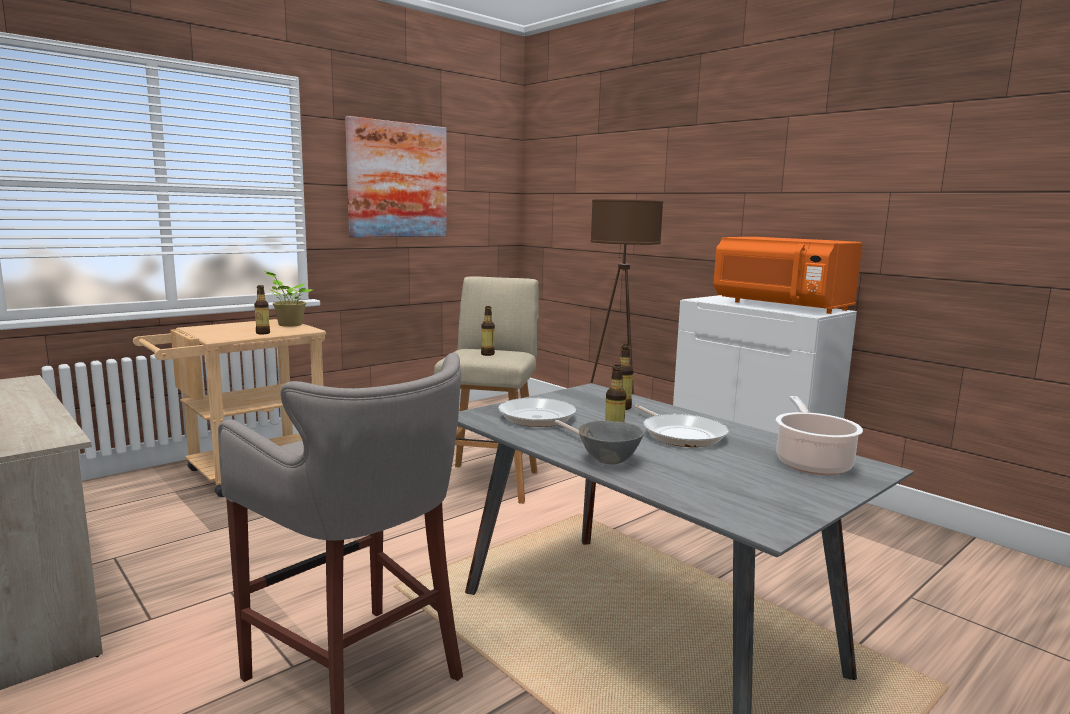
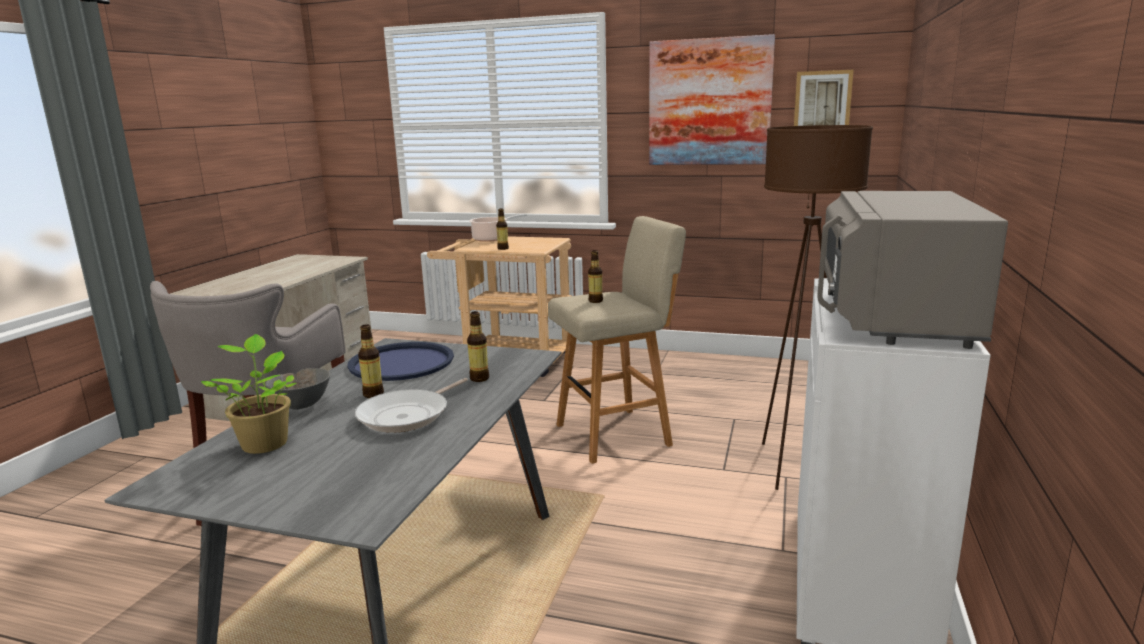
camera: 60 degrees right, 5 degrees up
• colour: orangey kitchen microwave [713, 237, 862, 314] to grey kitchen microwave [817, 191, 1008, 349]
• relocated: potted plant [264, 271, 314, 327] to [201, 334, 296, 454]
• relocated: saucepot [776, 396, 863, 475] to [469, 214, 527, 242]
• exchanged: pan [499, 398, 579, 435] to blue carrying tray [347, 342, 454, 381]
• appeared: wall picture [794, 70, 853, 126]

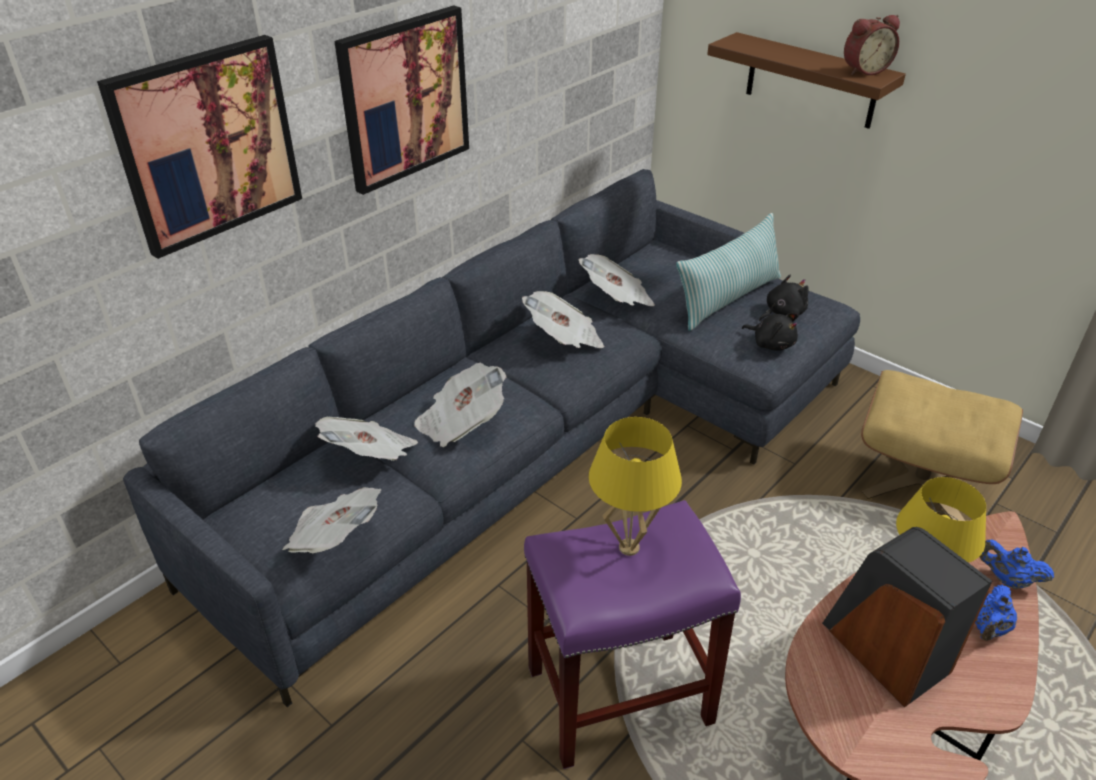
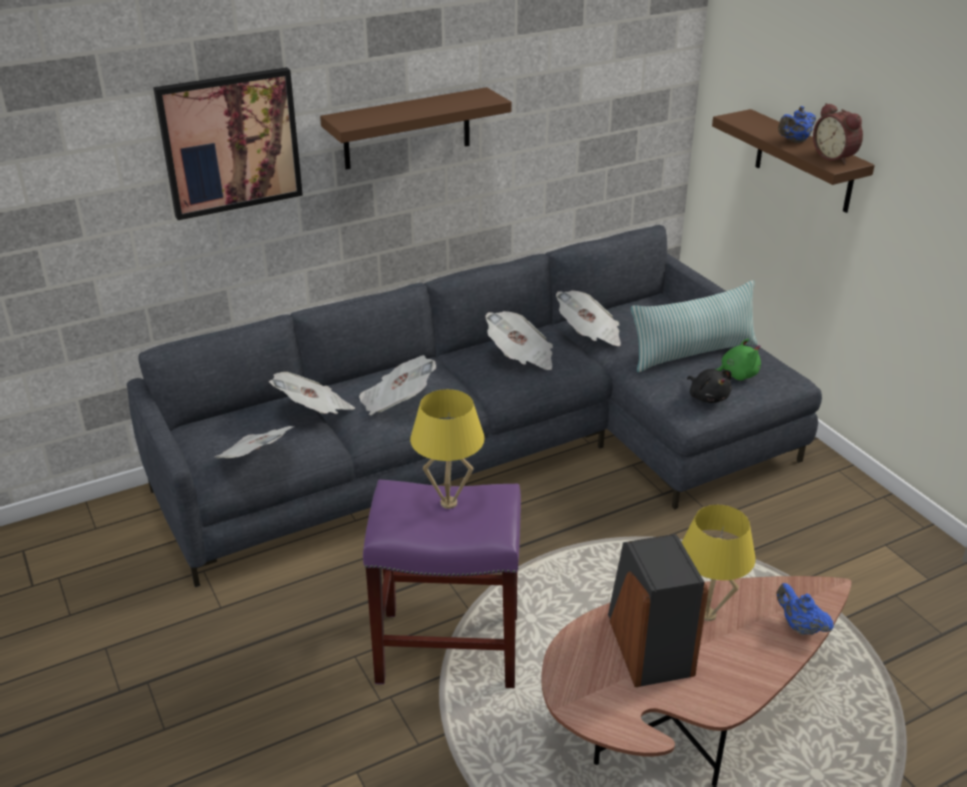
camera: 20 degrees right, 5 degrees down
• exchanged: wall picture [334, 5, 469, 195] to brown shelf [320, 87, 512, 170]
• spun: bedside clock [844, 15, 900, 75] = [813, 103, 863, 164] 60 degrees clockwise
• colour: blackish cuddly toy [759, 274, 809, 321] to greenish cuddly toy [716, 338, 761, 381]
• missing: beige-coloured footrest [861, 370, 1023, 521]
• relocated: blue pot for tea [975, 585, 1017, 641] to [778, 106, 816, 143]

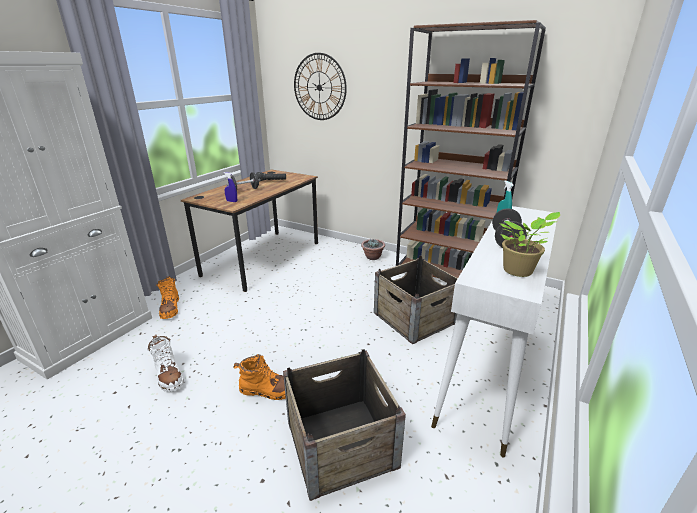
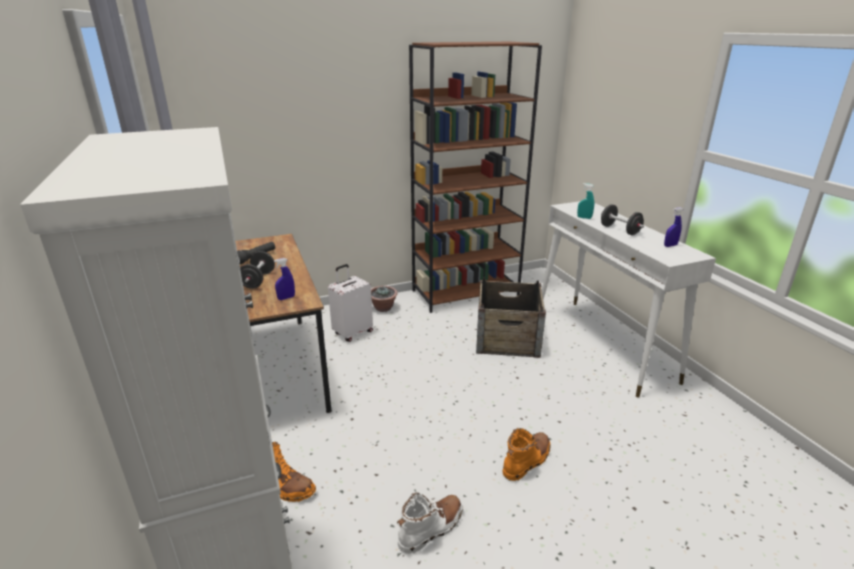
camera: 50 degrees left, 0 degrees up
• missing: hanging clock [294, 53, 347, 120]
• exchanged: potted plant [499, 212, 560, 277] to blue sprayer [664, 207, 683, 247]
• spun: white tall boot [148, 335, 184, 392] = [396, 492, 463, 554] 45 degrees counterclockwise
• missing: shipping crate [283, 349, 406, 501]
• appeared: white piece of luggage [328, 264, 373, 342]

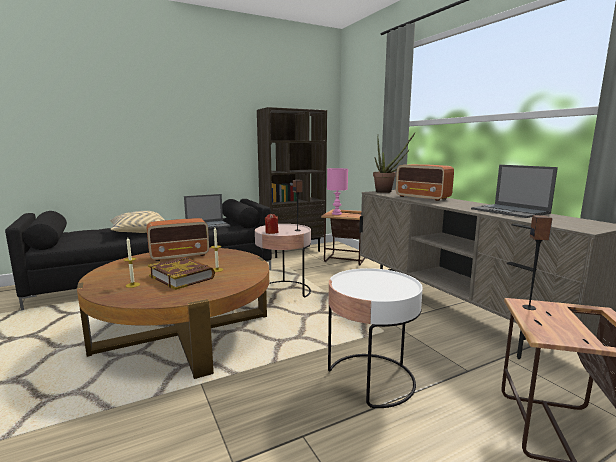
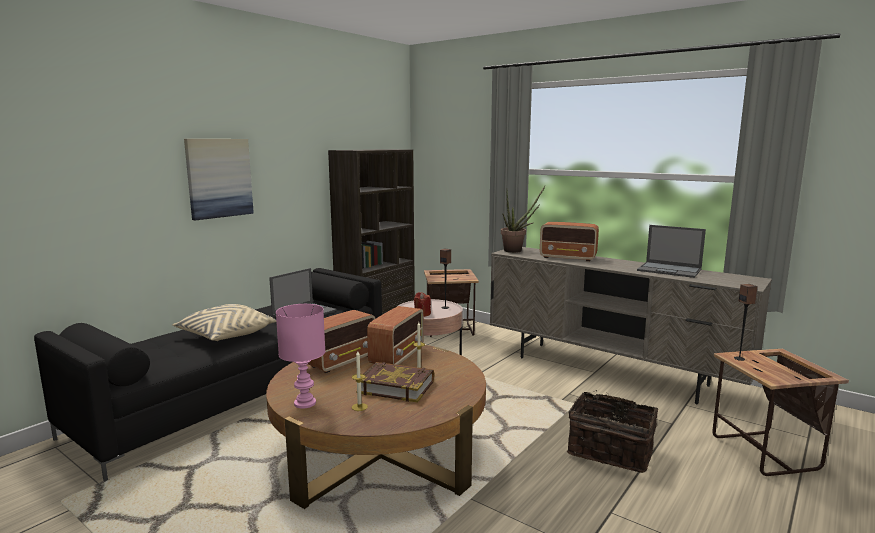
camera: 25 degrees left, 0 degrees up
• relocated: pinkish table lamp [327, 168, 348, 215] to [276, 304, 325, 409]
• exchanged: white side table [328, 268, 423, 409] to storage basket [567, 390, 658, 473]
• appeared: wall picture [184, 139, 254, 220]
• appeared: radio [367, 306, 424, 365]

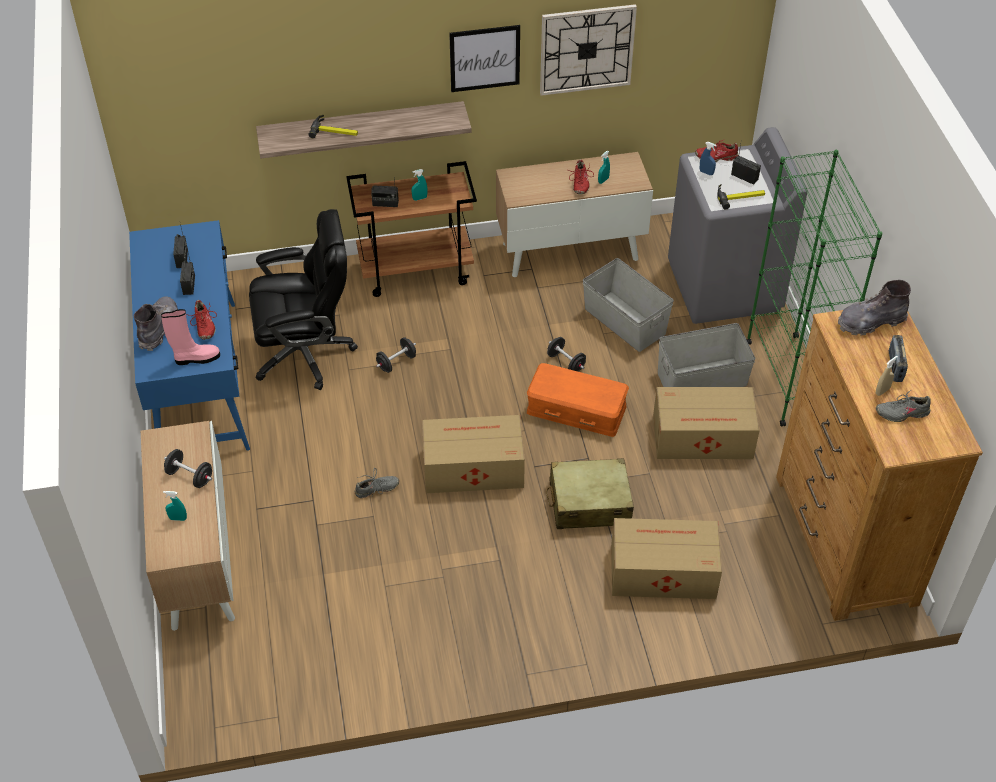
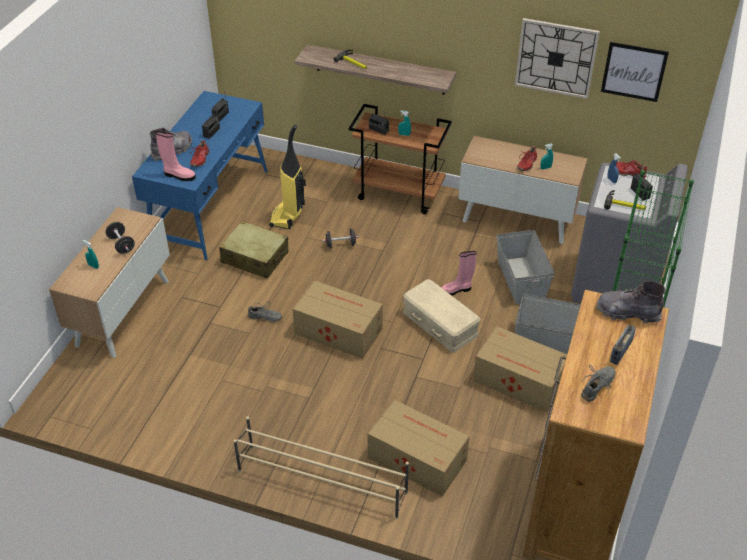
camera: 30 degrees right, 5 degrees down
• relocated: wall picture [449, 25, 520, 92] to [601, 42, 669, 102]
• exchanged: blackish desk chair [249, 209, 358, 390] to vacuum cleaner [269, 125, 306, 229]
• exchanged: blackish dumbbell [547, 337, 586, 371] to pinkish tall boot [441, 251, 476, 296]
• missing: beige-coloured sprayer [876, 356, 898, 396]
• colour: orangey storage container [527, 363, 629, 437] to beige-coloured storage container [403, 279, 480, 353]
• spun: grey item of footwear [876, 390, 931, 422] = [581, 365, 616, 402] 105 degrees clockwise
• relocated: beige-coloured piece of luggage [546, 458, 634, 529] to [219, 221, 288, 279]
• appeared: beige-coloured shoe rack [234, 417, 409, 519]

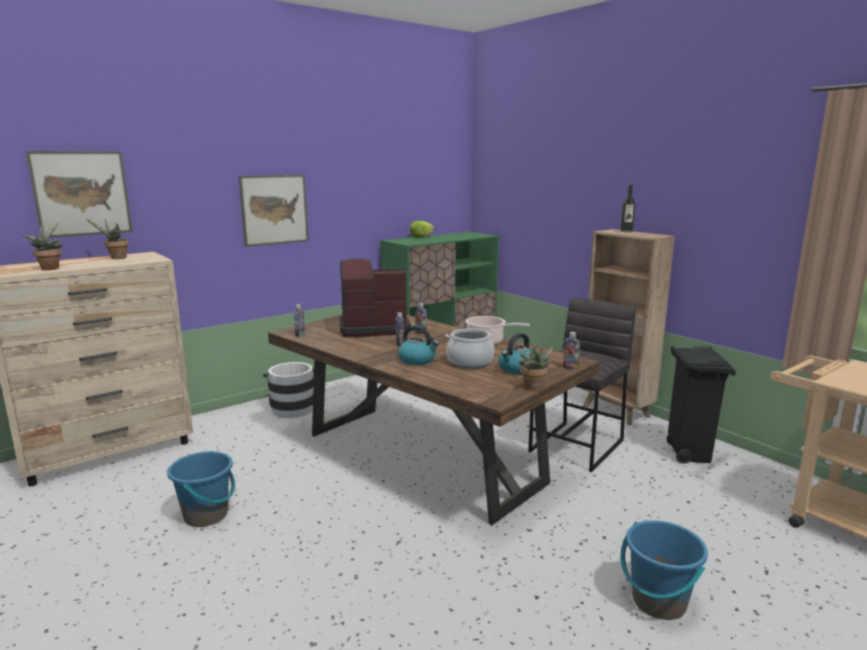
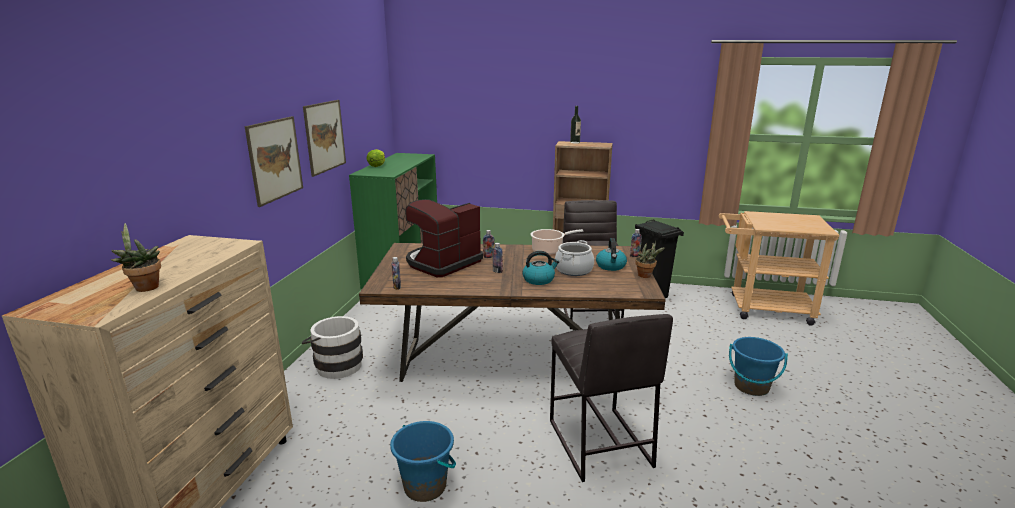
camera: 40 degrees left, 5 degrees up
• relocated: wall picture [26, 151, 133, 238] to [303, 100, 346, 177]
• missing: potted plant [87, 219, 129, 259]
• appeared: grey stool seat [550, 314, 673, 482]

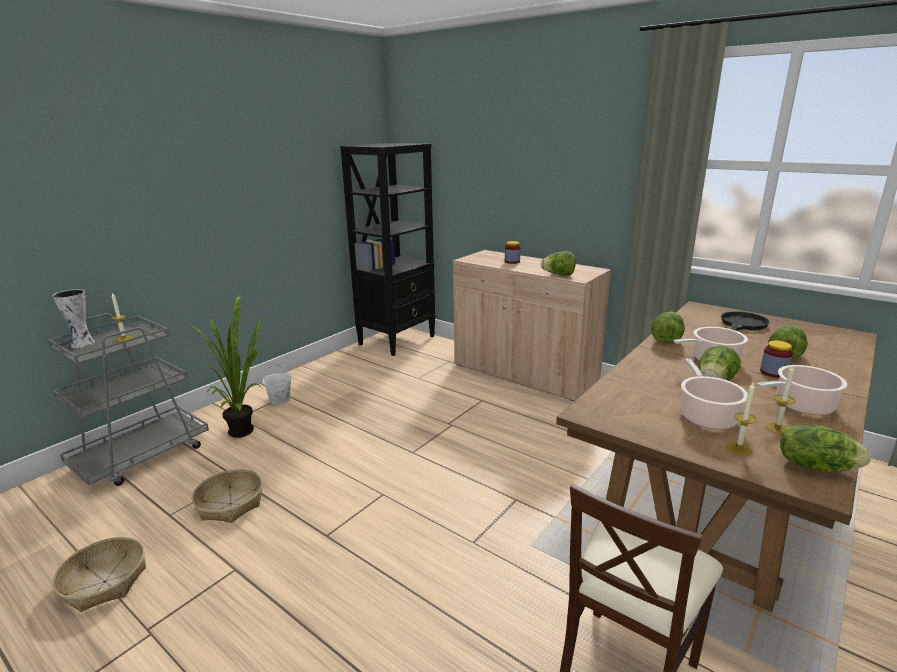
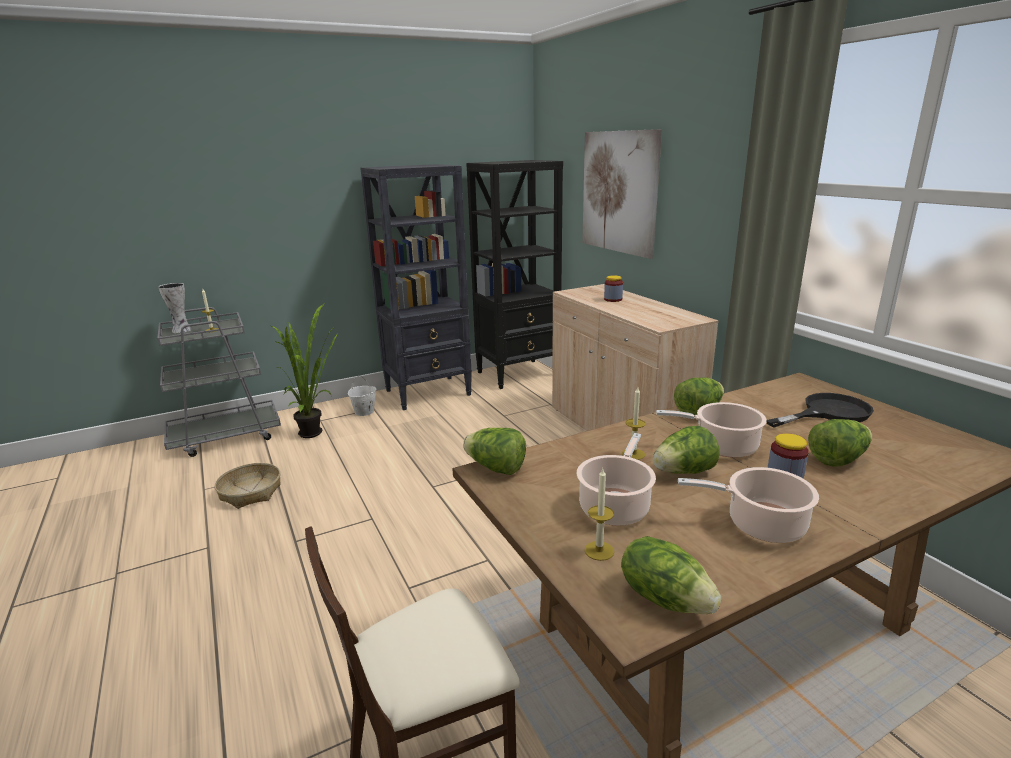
camera: 25 degrees right, 0 degrees up
• relocated: head of lettuce [541, 251, 575, 275] to [463, 428, 526, 475]
• relocated: wax candle [765, 366, 795, 434] to [622, 387, 645, 460]
• missing: storage basket [52, 537, 146, 612]
• appeared: wall picture [582, 129, 662, 259]
• appeared: blackish bookshelf [360, 164, 472, 410]

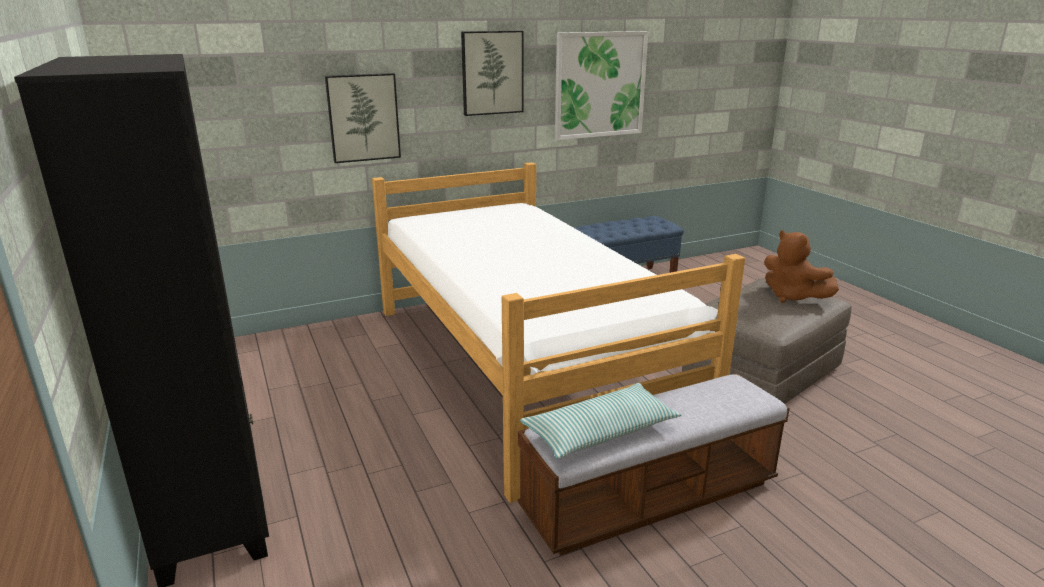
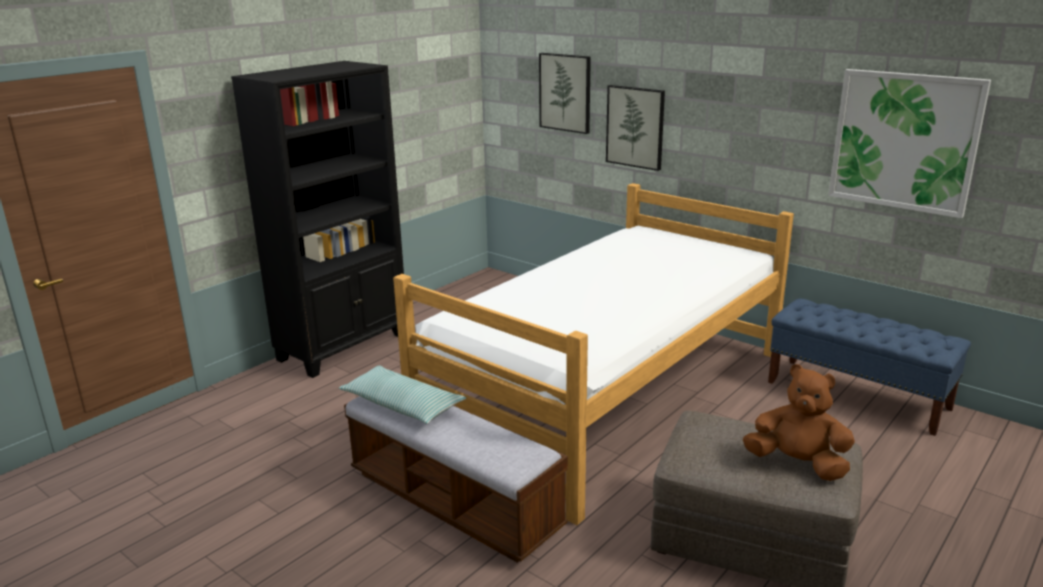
camera: 65 degrees right, 0 degrees up
• relocated: wall picture [461, 31, 524, 116] to [539, 53, 591, 134]
• spun: brown cuddly toy [764, 230, 839, 303] = [743, 364, 855, 481] 90 degrees clockwise

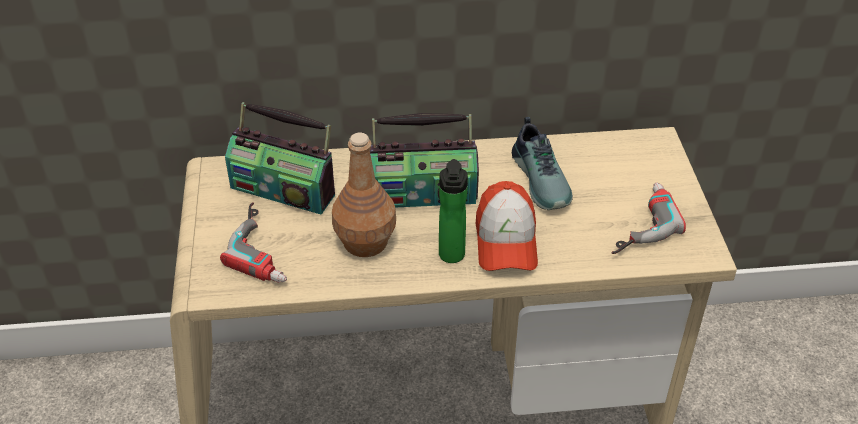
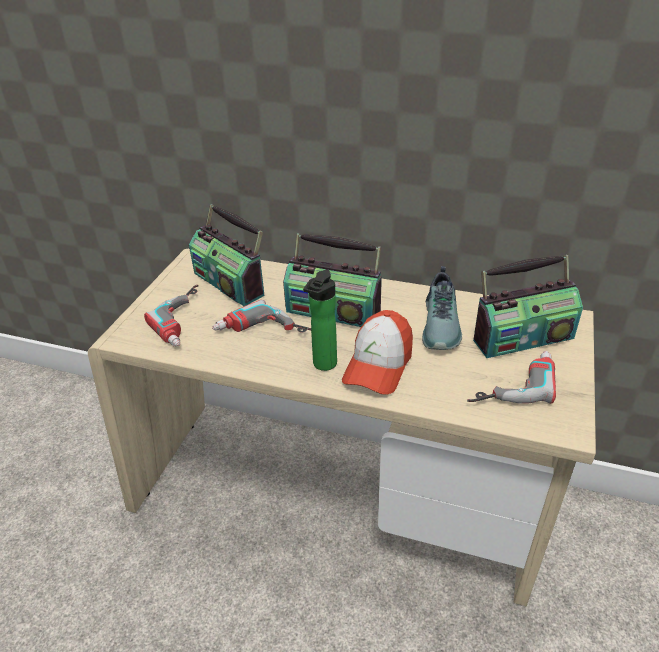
camera: 25 degrees right, 5 degrees down
• exchanged: brown bottle [332, 133, 396, 257] to drill [212, 300, 311, 332]
• appeared: radio [473, 255, 583, 358]

